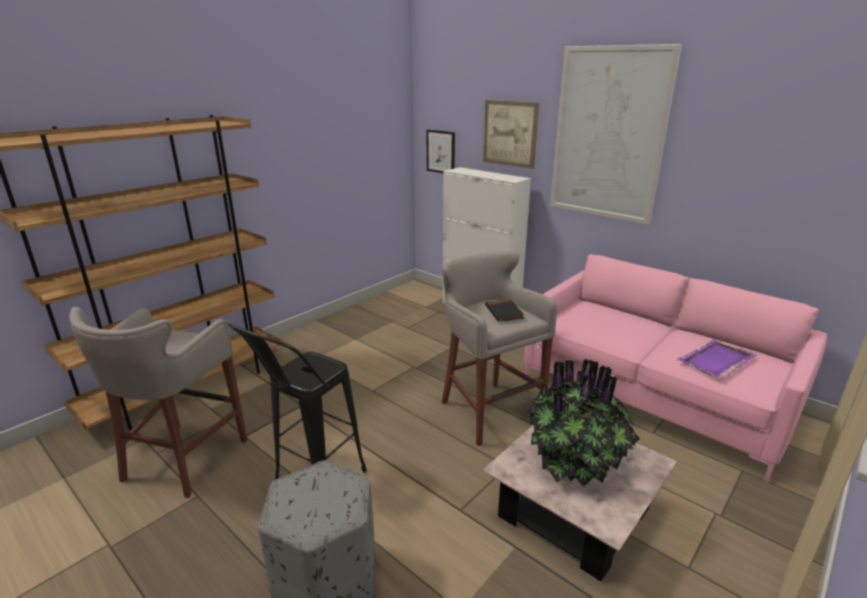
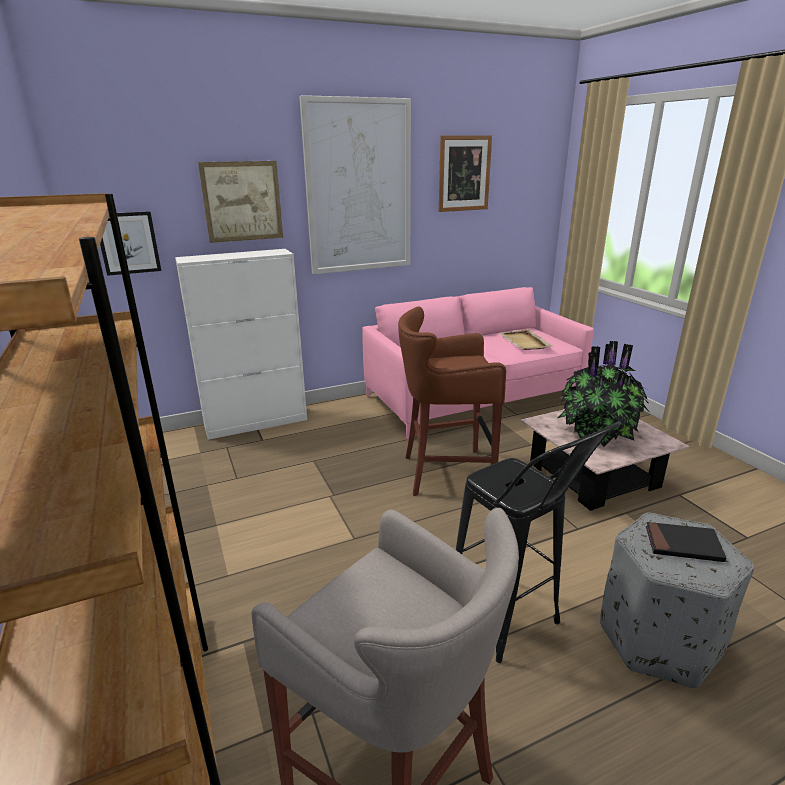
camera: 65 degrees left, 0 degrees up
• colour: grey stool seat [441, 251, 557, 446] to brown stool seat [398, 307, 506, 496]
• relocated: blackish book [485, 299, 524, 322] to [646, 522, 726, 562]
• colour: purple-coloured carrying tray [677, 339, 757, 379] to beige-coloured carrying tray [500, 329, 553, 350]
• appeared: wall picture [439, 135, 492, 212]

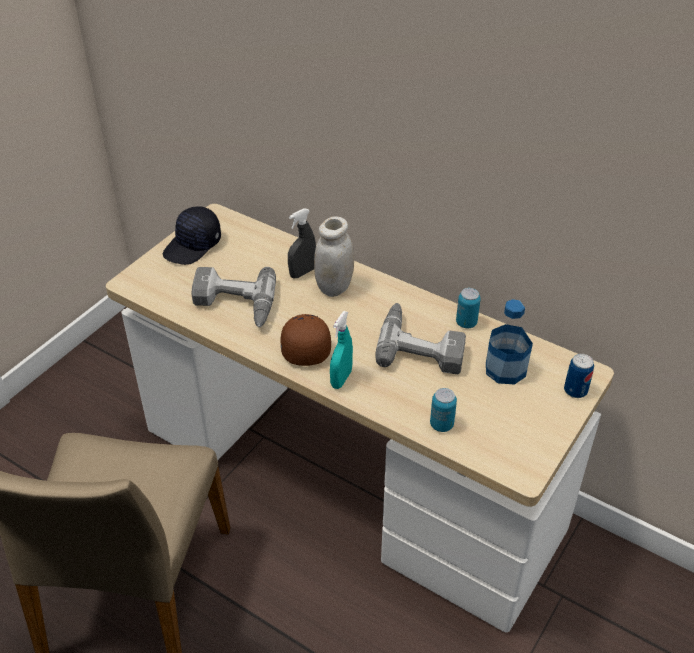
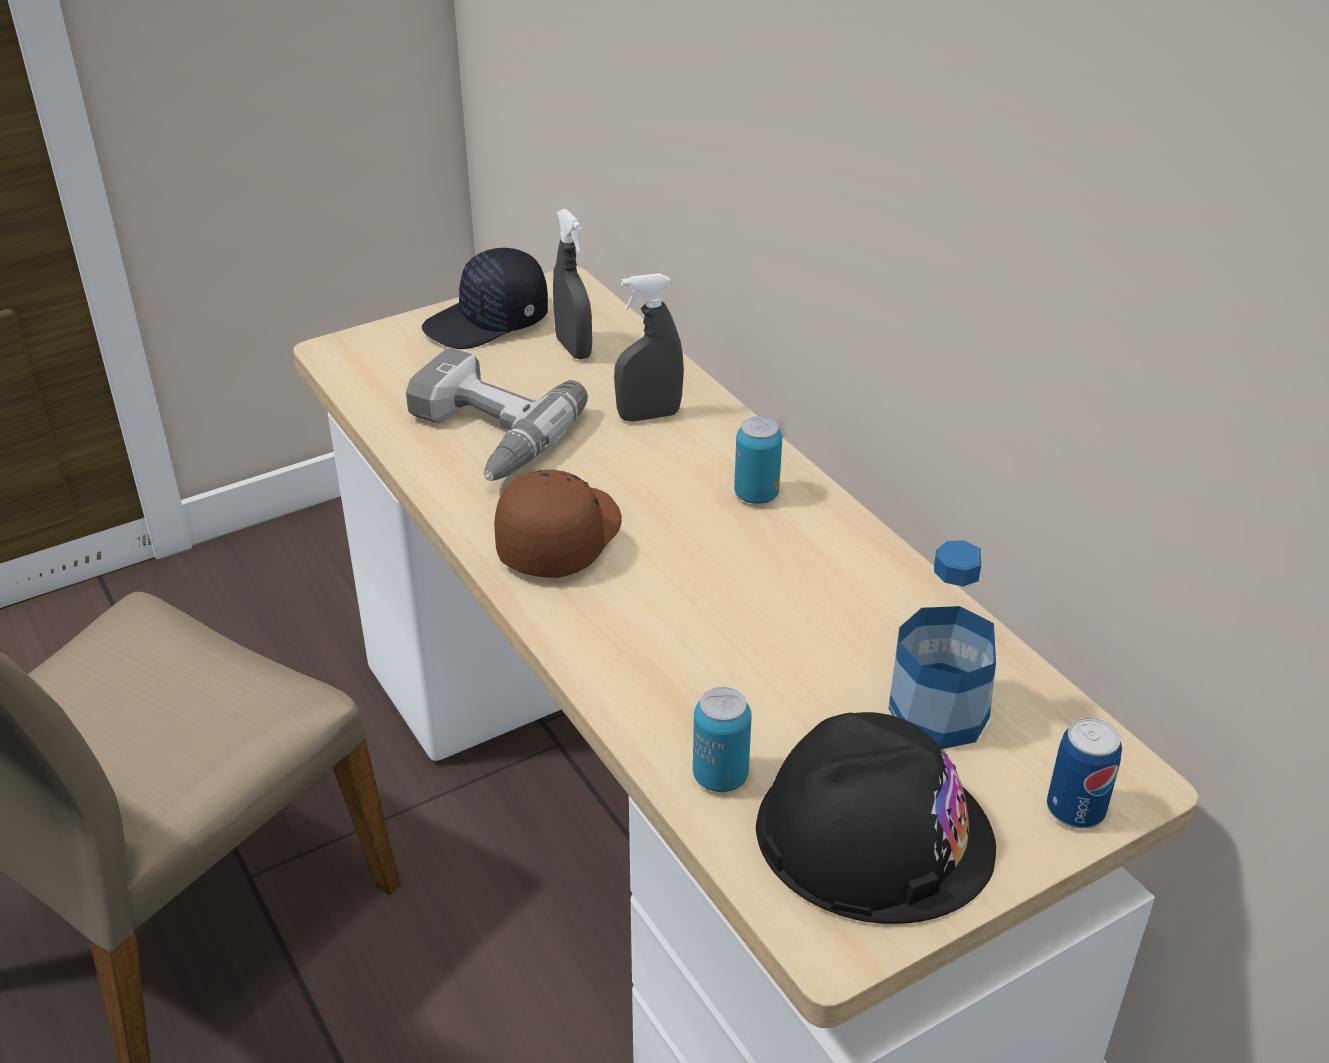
camera: 25 degrees right, 5 degrees down
• missing: white preserve jar [314, 216, 354, 297]
• relocated: metal can [456, 288, 481, 328] to [734, 416, 782, 504]
• missing: drill [375, 303, 466, 374]
• missing: turquoise sprayer [330, 311, 353, 389]
• appeared: grey sprayer [553, 209, 592, 359]
• appeared: blackish hard hat [756, 712, 996, 924]

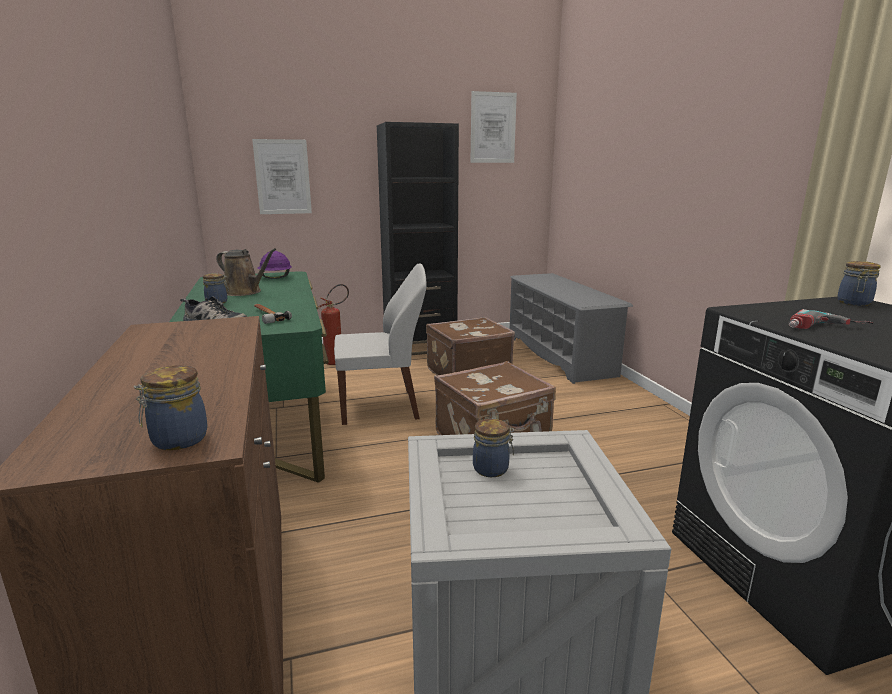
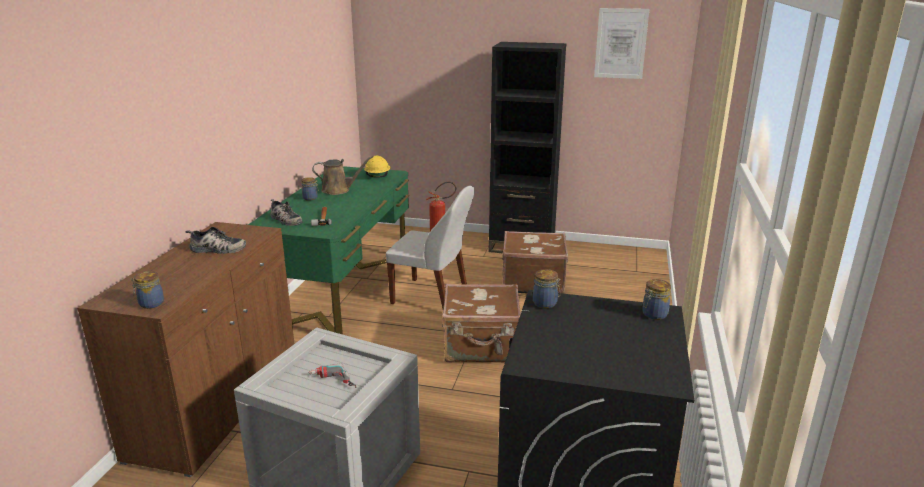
camera: 30 degrees right, 5 degrees up
• missing: wall picture [252, 139, 312, 214]
• spun: brown watering pot [216, 248, 276, 296] = [312, 156, 373, 195] 60 degrees counterclockwise
• colour: purple-coloured hard hat [257, 251, 292, 279] to yellowish hard hat [364, 156, 391, 178]
• missing: grey shoe rack [510, 273, 633, 384]
• relocated: drill [789, 309, 873, 329] to [309, 363, 356, 388]
• relocated: preserve jar [473, 419, 514, 477] to [533, 269, 560, 308]
• appeared: item of footwear [185, 227, 246, 254]

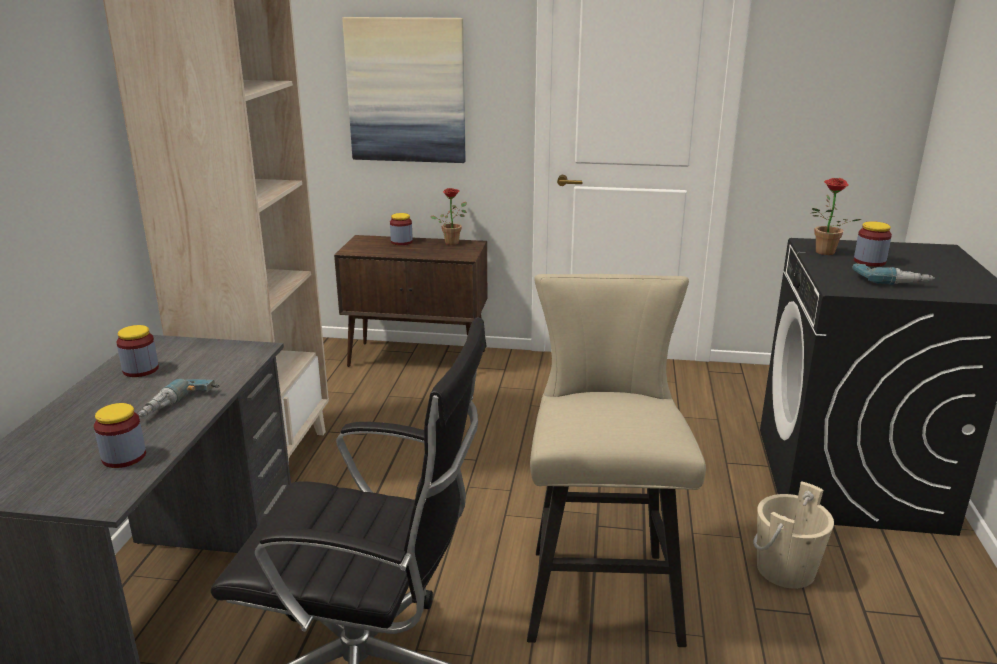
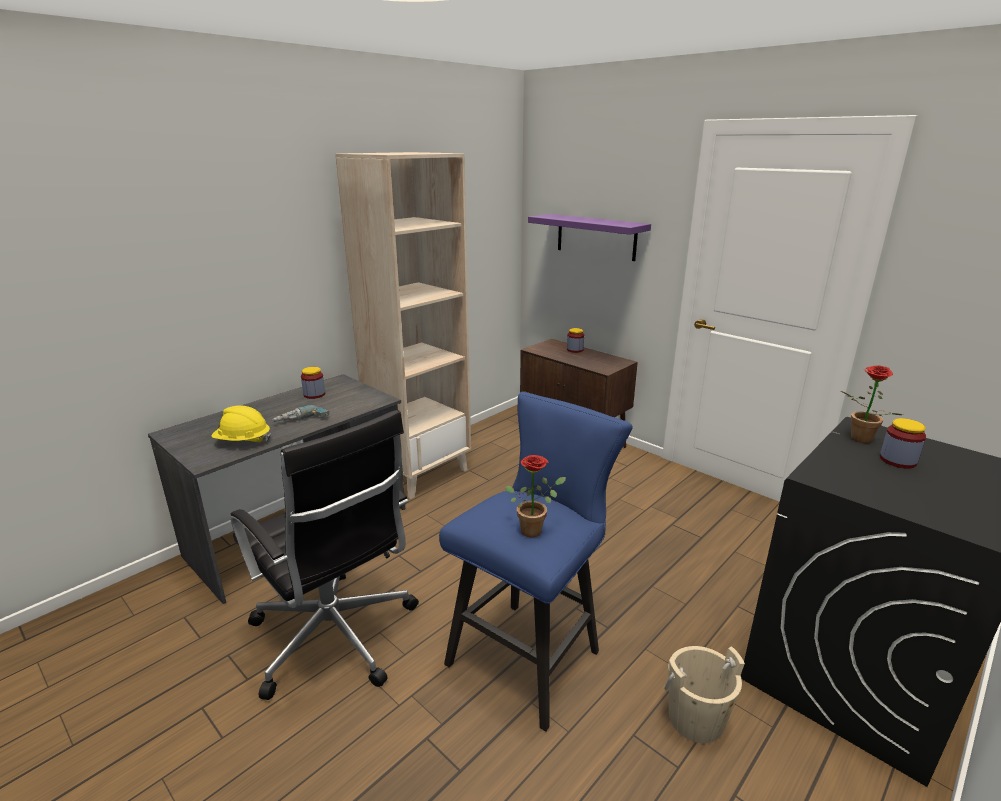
camera: 35 degrees right, 0 degrees up
• exchanged: wall picture [342, 17, 466, 163] to purple-coloured shelf [528, 214, 651, 261]
• relocated: potted plant [430, 188, 467, 245] to [505, 455, 566, 537]
• missing: drill [852, 263, 935, 285]
• colour: beige-coloured stool seat [527, 274, 706, 647] to blue stool seat [439, 392, 633, 732]
• exchanged: preserve jar [94, 403, 146, 468] to yellowish hard hat [211, 405, 271, 442]

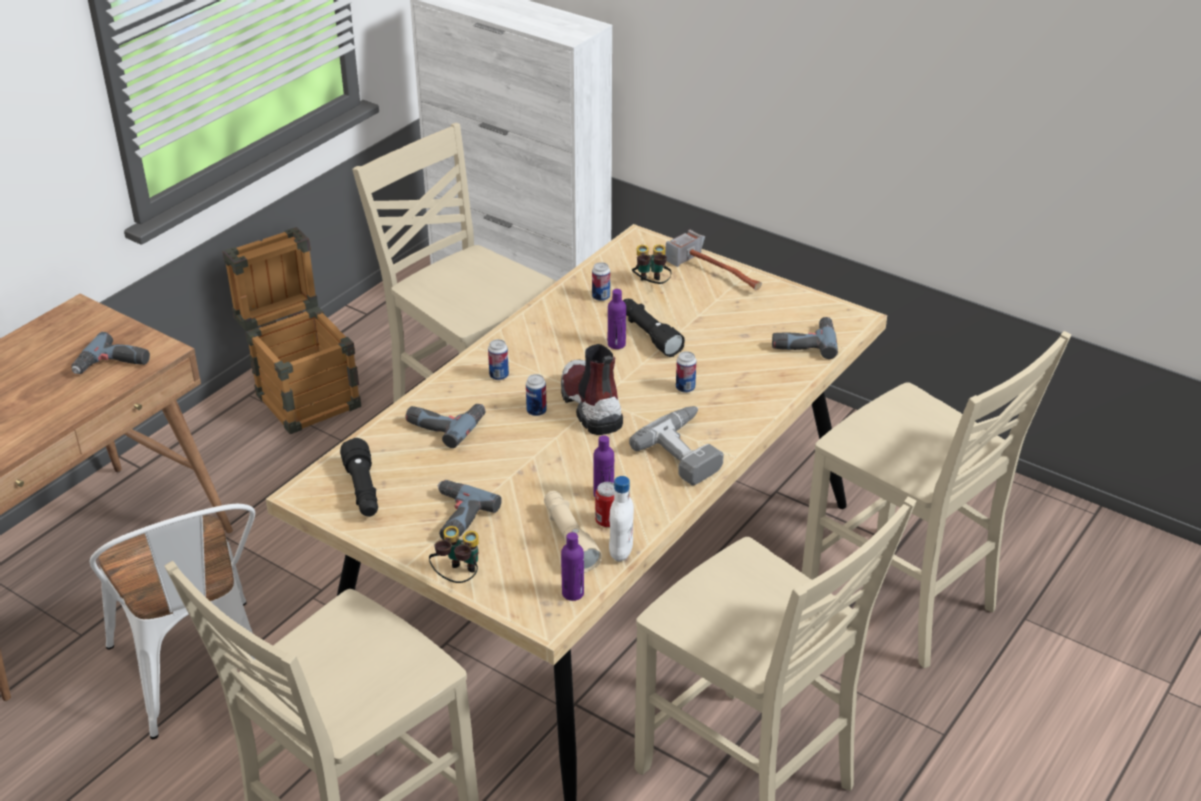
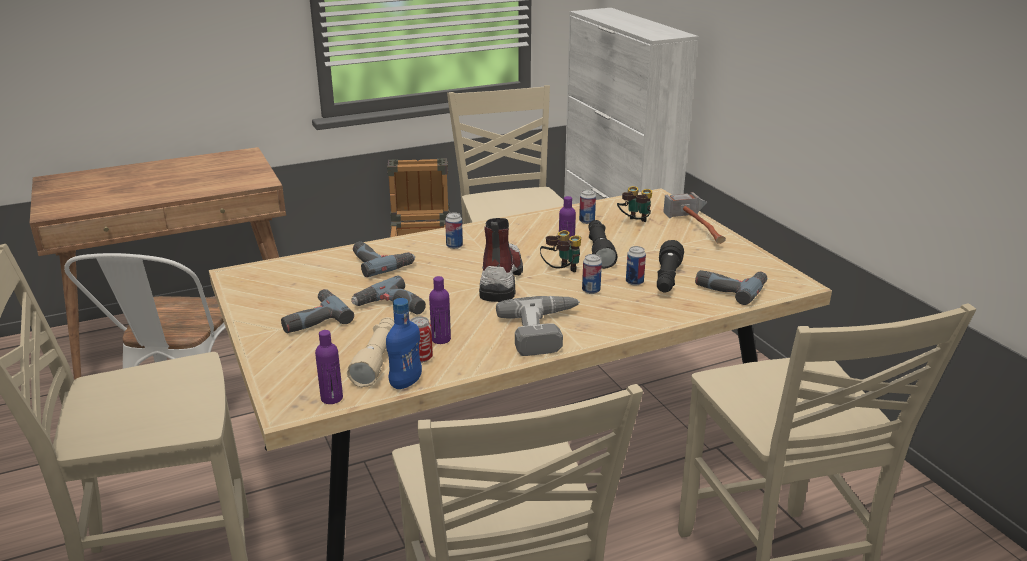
camera: 30 degrees right, 10 degrees down
• relocated: drill [71, 332, 150, 374] to [351, 275, 426, 314]
• relocated: metal can [526, 374, 547, 416] to [626, 246, 646, 286]
• relocated: blackish flashlight [340, 438, 378, 517] to [657, 240, 684, 292]
• colour: white bottle [609, 476, 634, 562] to blue bottle [386, 298, 422, 389]
• relocated: field glasses [429, 526, 479, 583] to [540, 230, 581, 272]

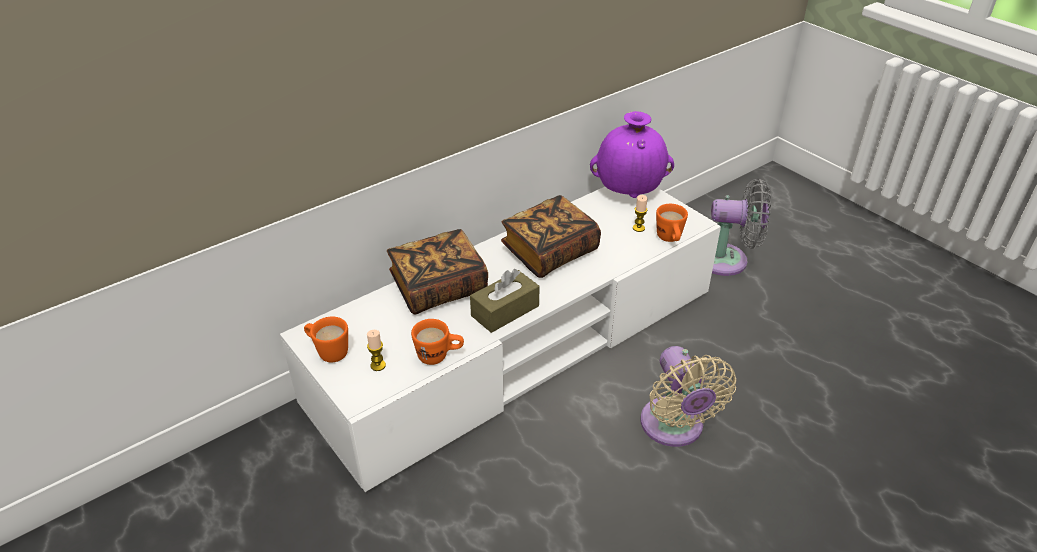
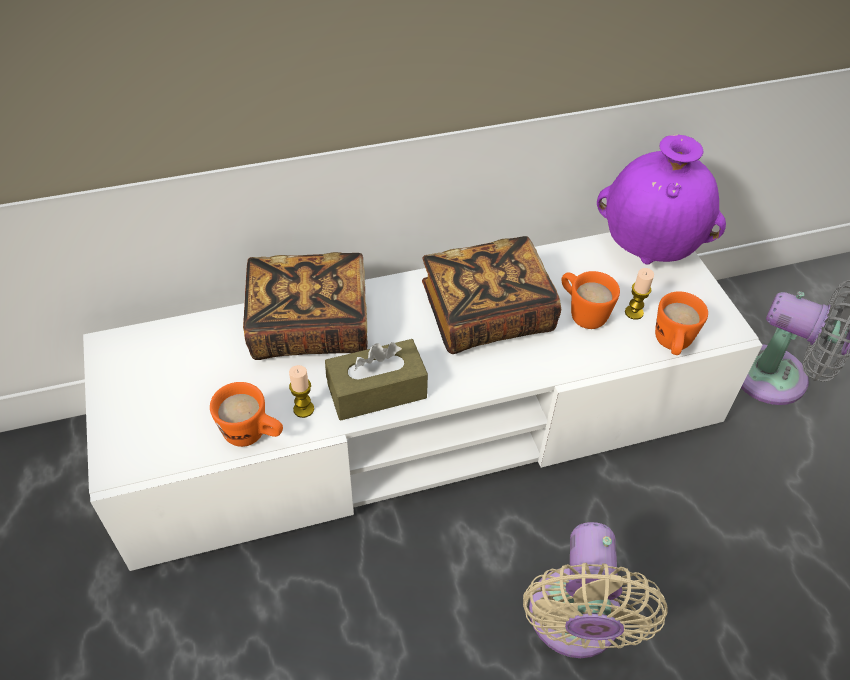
camera: 20 degrees right, 10 degrees up
• relocated: orangey tea mug [304, 317, 348, 363] to [561, 271, 620, 329]
• relocated: wax candle [367, 330, 386, 371] to [289, 365, 314, 418]

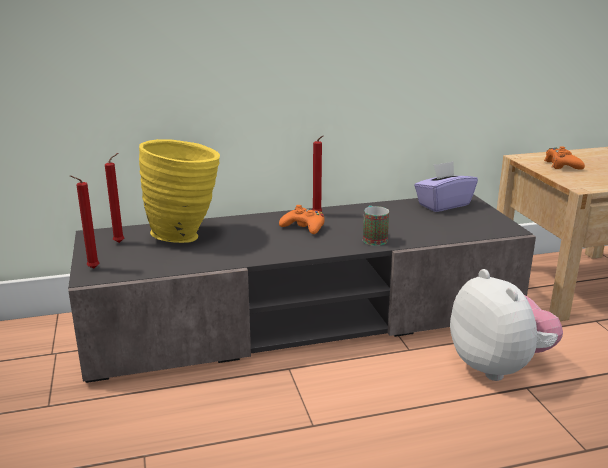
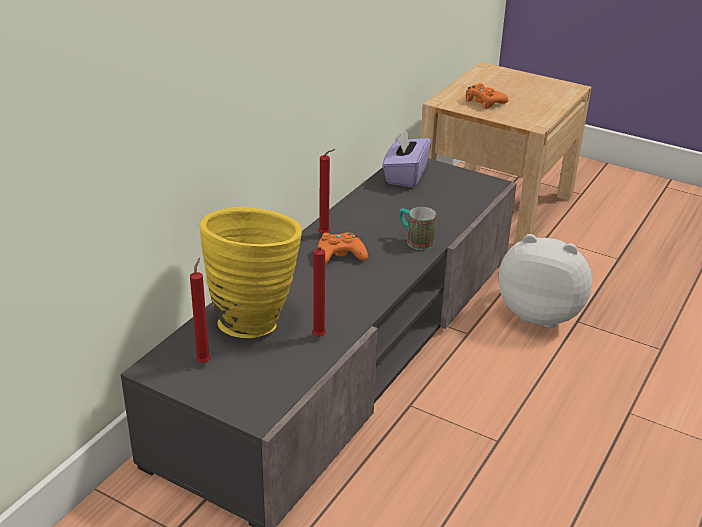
camera: 45 degrees left, 10 degrees up
• relocated: reddish wax candle [70, 176, 99, 269] to [312, 247, 326, 337]

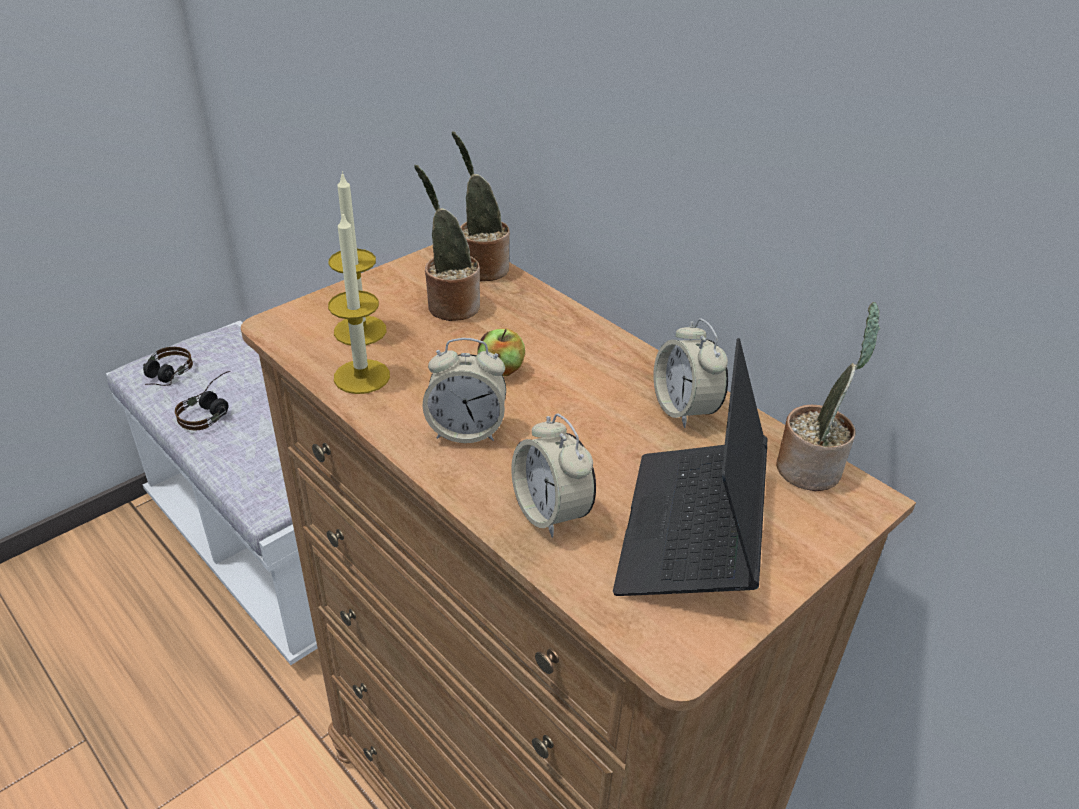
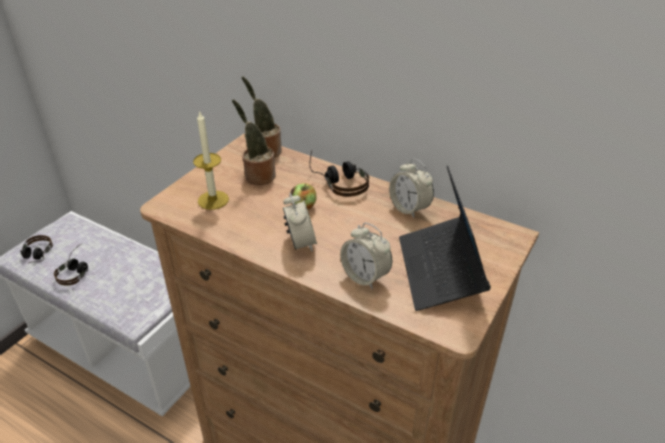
camera: 15 degrees left, 0 degrees up
• missing: wax candle [328, 211, 390, 394]
• missing: potted plant [776, 302, 880, 491]
• spun: bedside clock [422, 338, 506, 443] = [283, 193, 317, 252] 90 degrees counterclockwise
• appeared: pair of headphones [309, 150, 369, 197]

